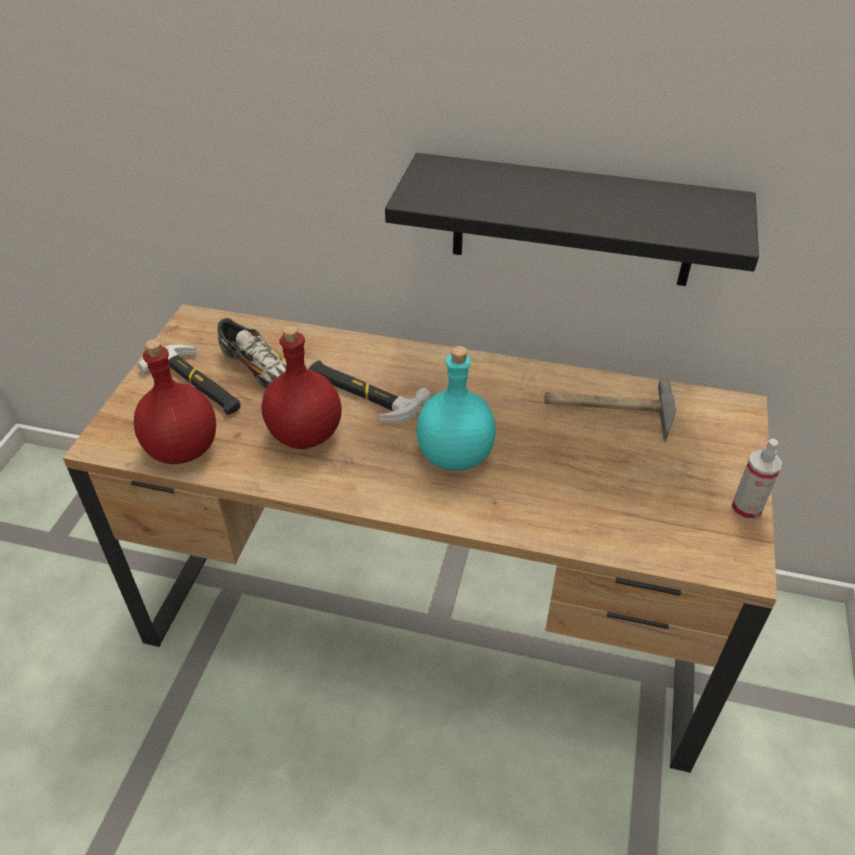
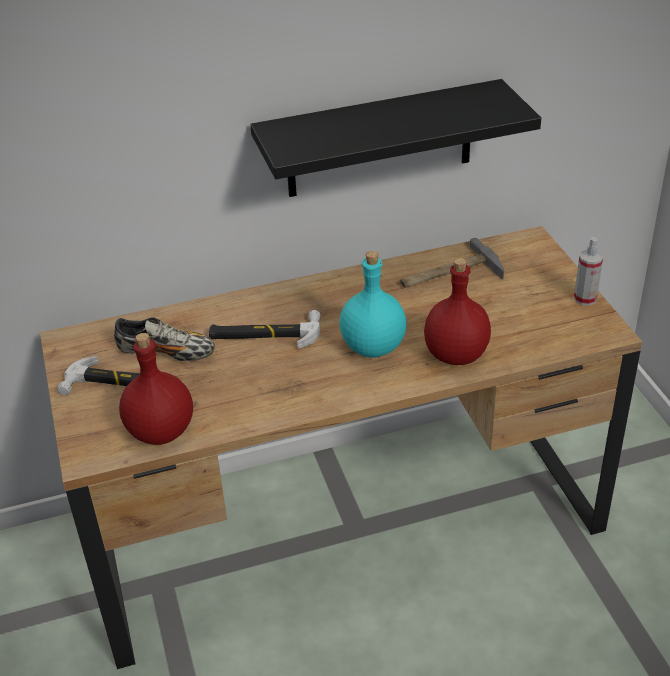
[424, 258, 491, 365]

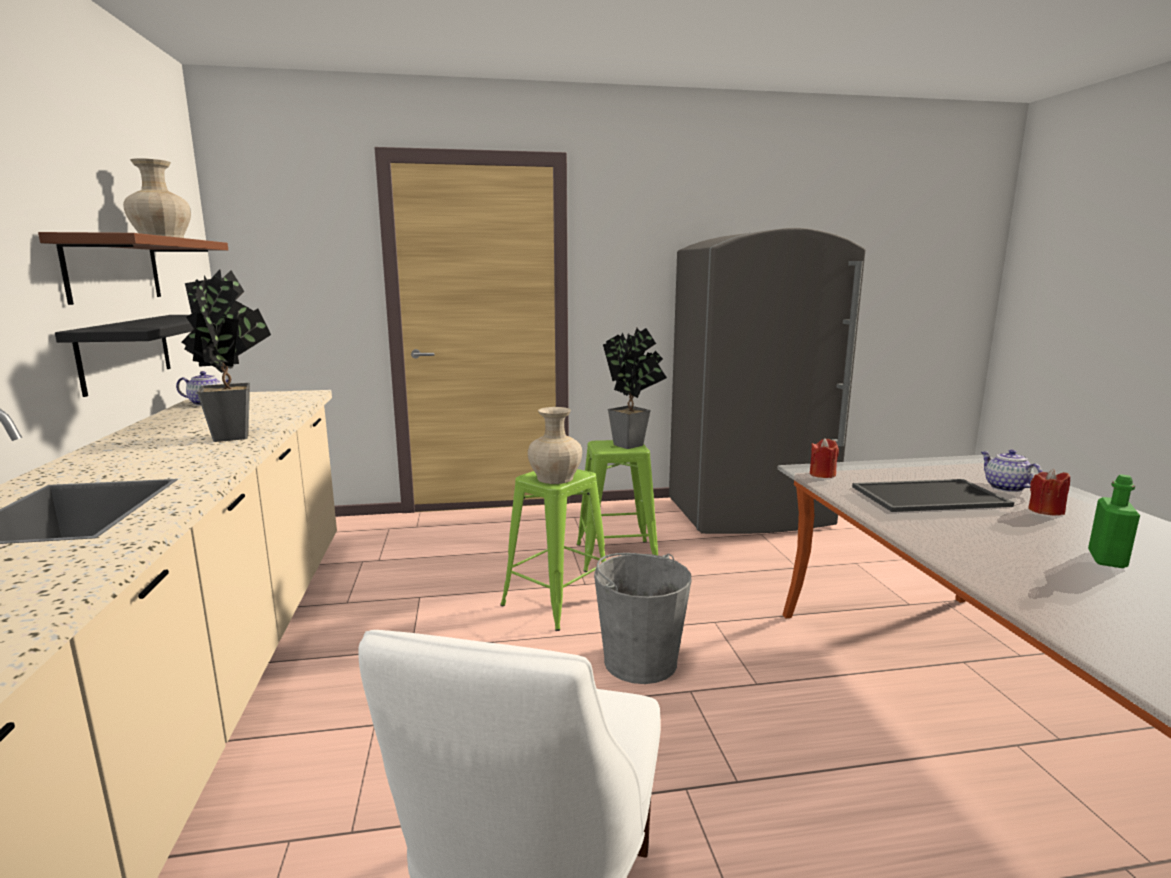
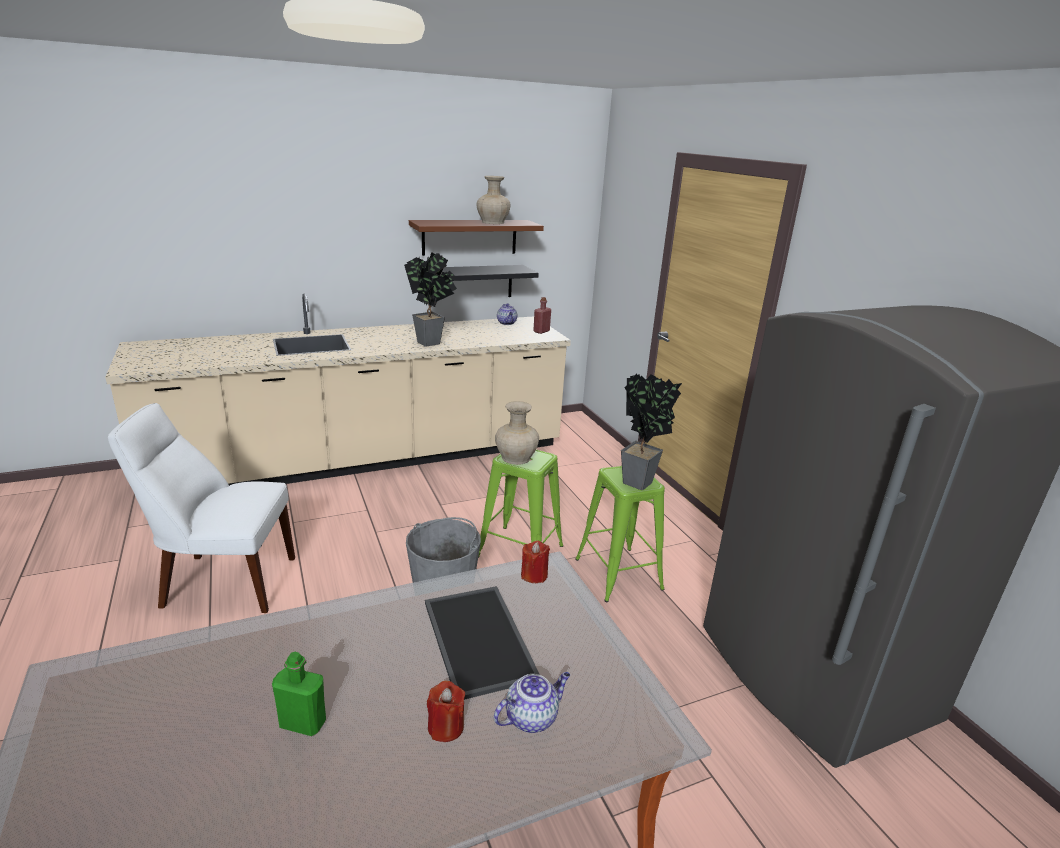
[533, 297, 551, 334]

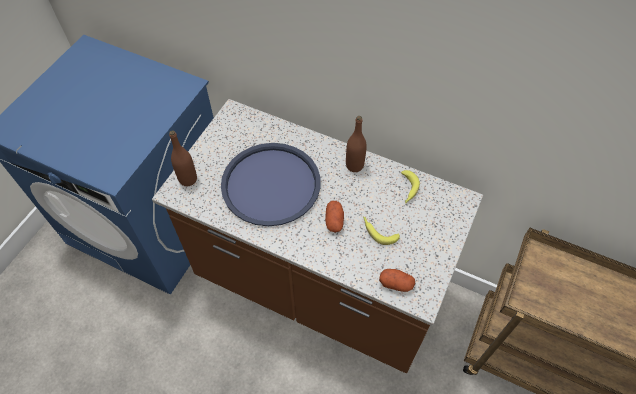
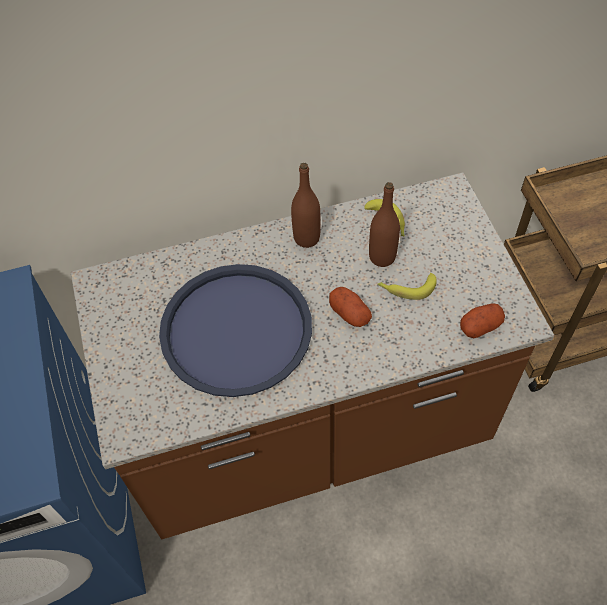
[369, 182, 400, 267]

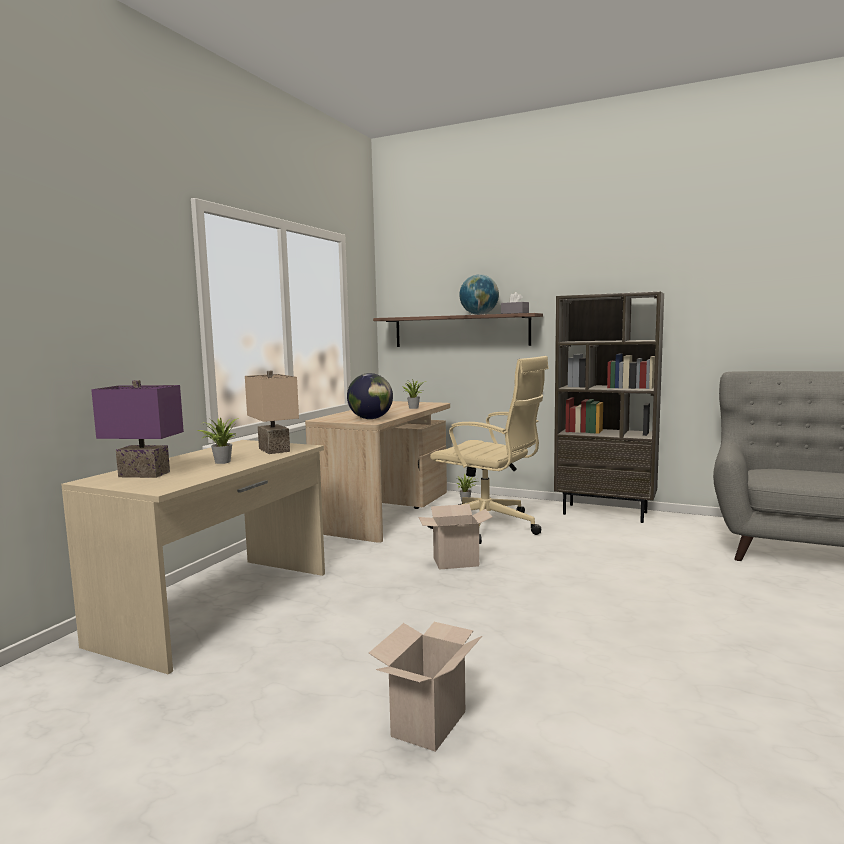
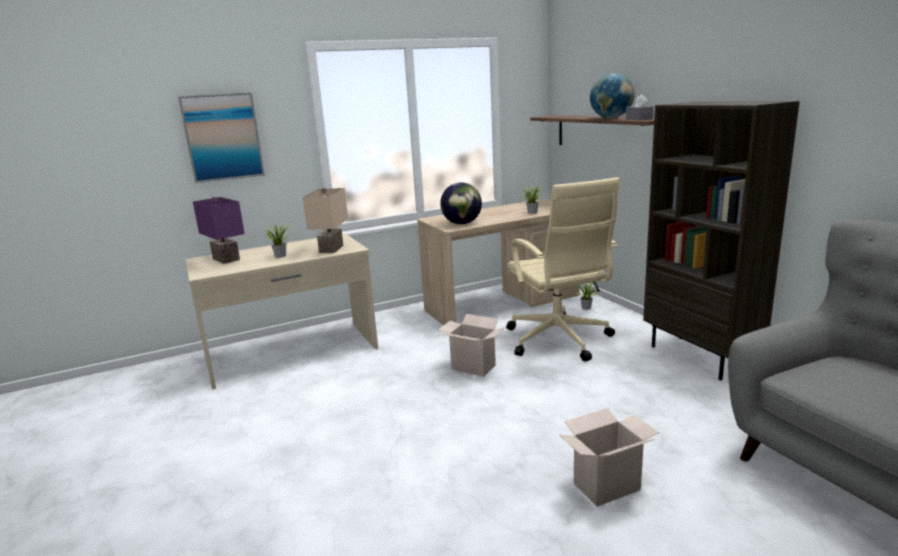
[559, 408, 659, 507]
[178, 93, 265, 183]

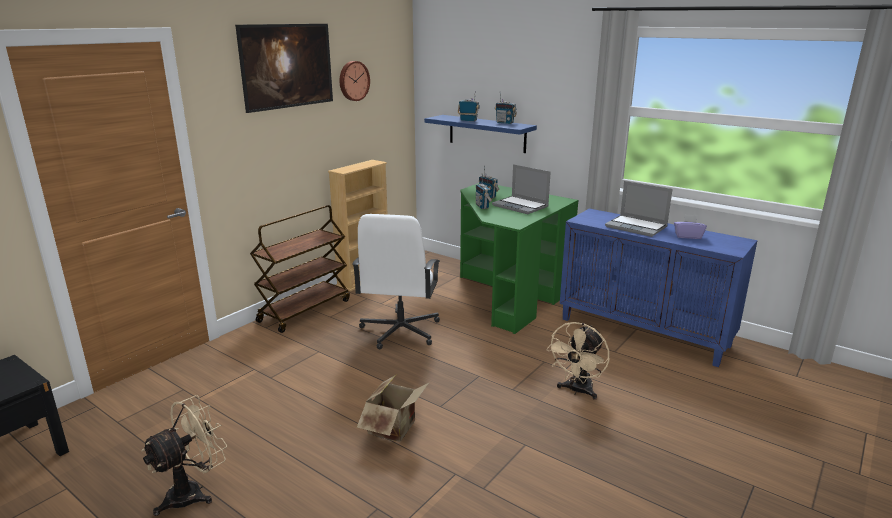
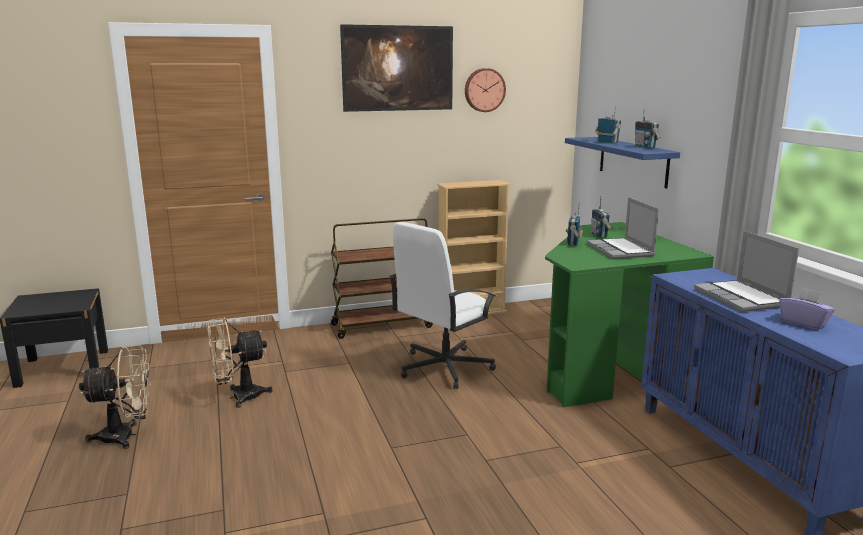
[207, 317, 273, 408]
[357, 375, 430, 442] (first image)

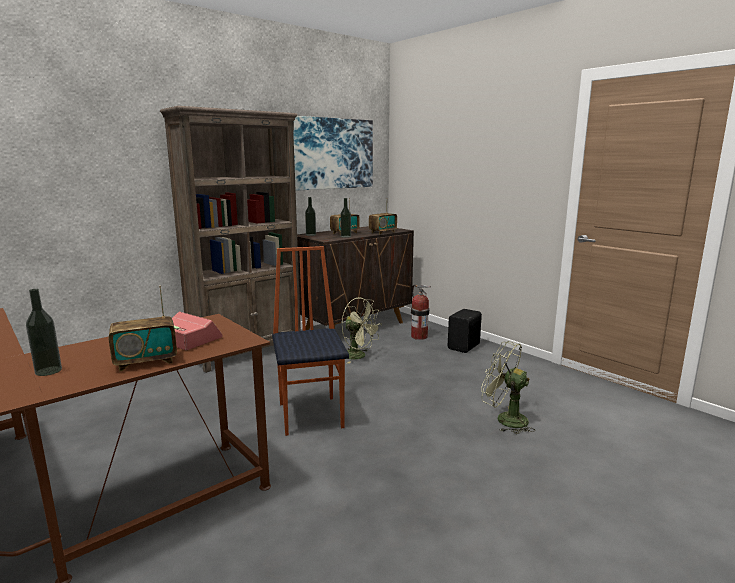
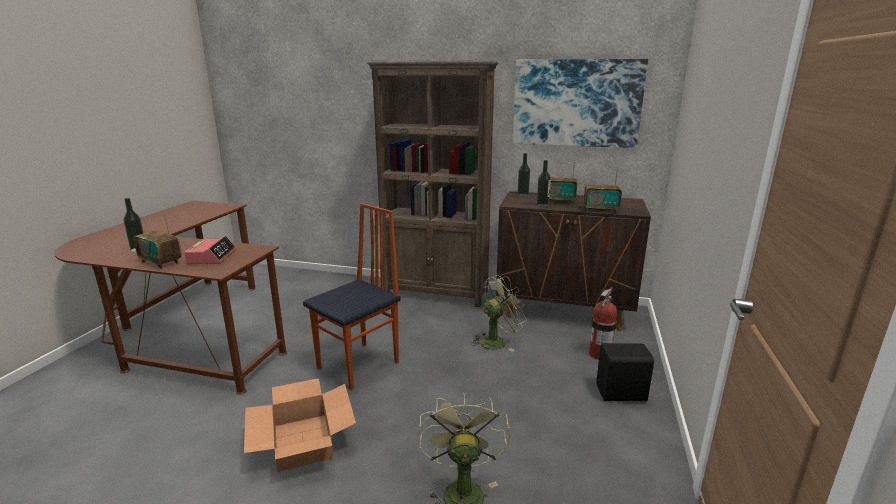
[472, 275, 527, 352]
[244, 378, 356, 472]

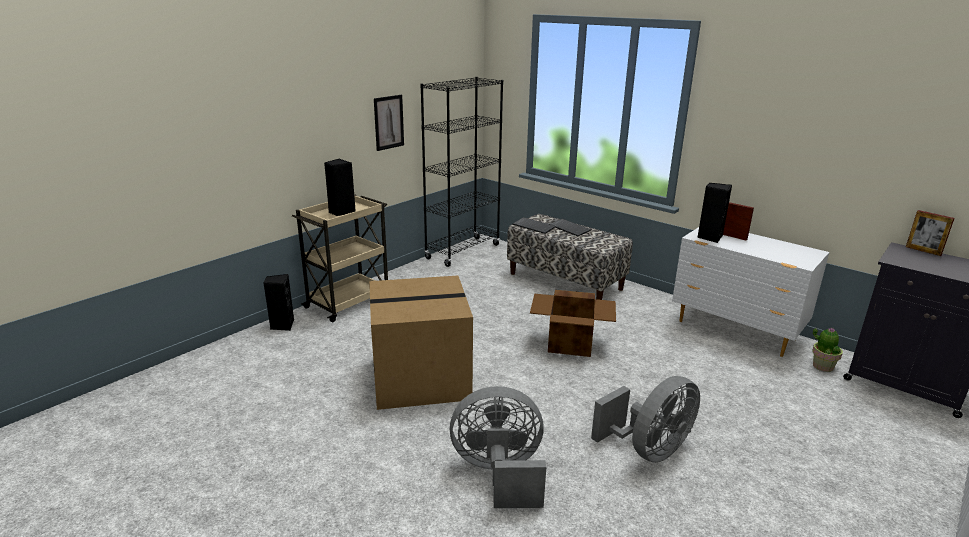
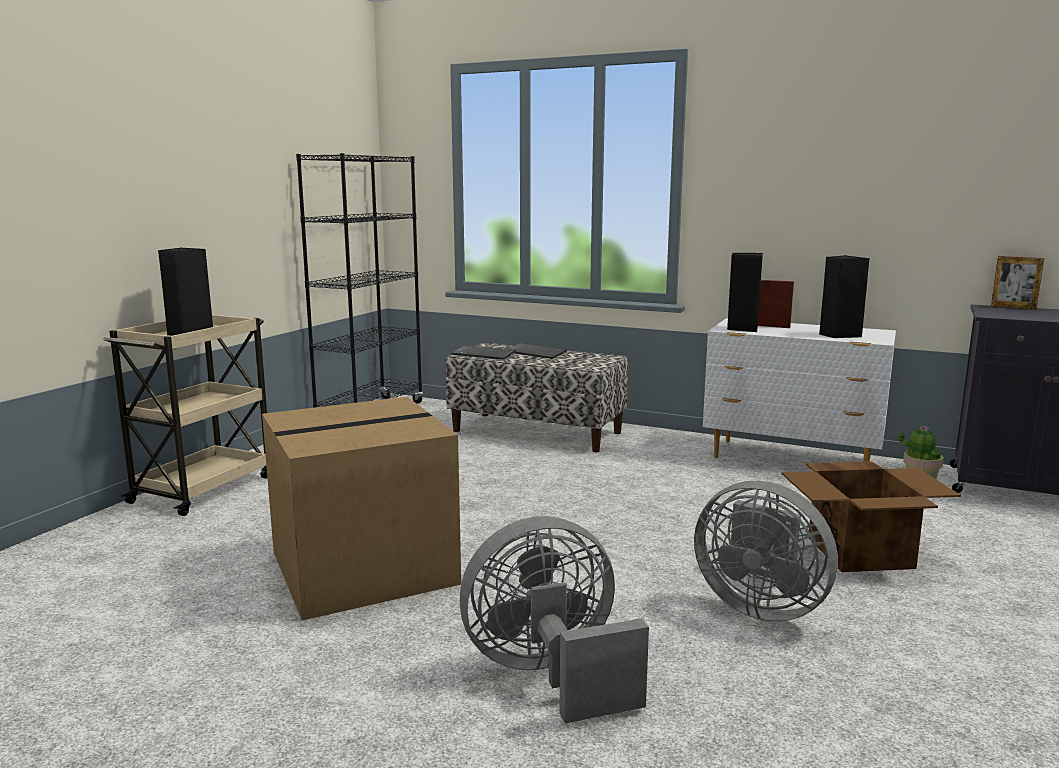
[374, 95, 404, 151] (first image)
[819, 255, 869, 338]
[782, 461, 961, 572]
[694, 481, 838, 622]

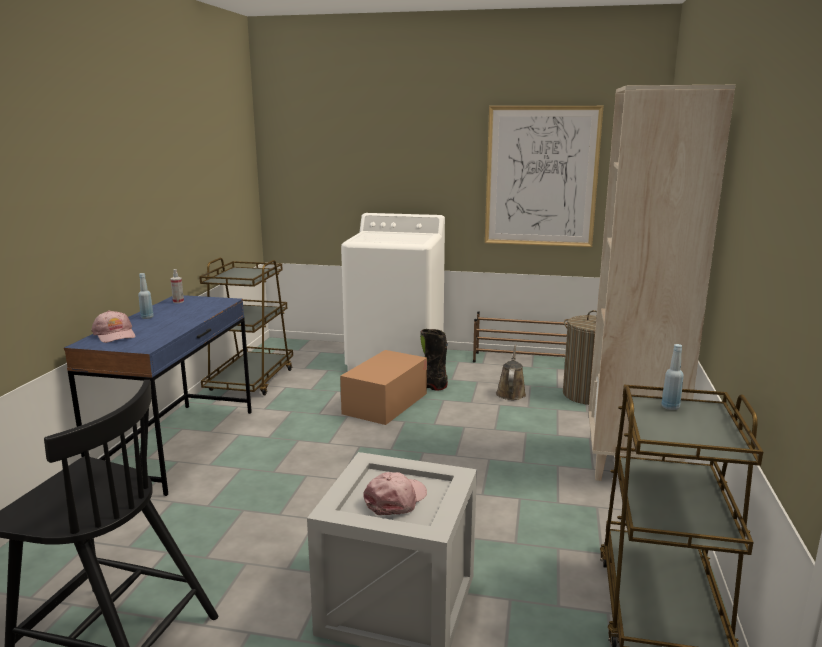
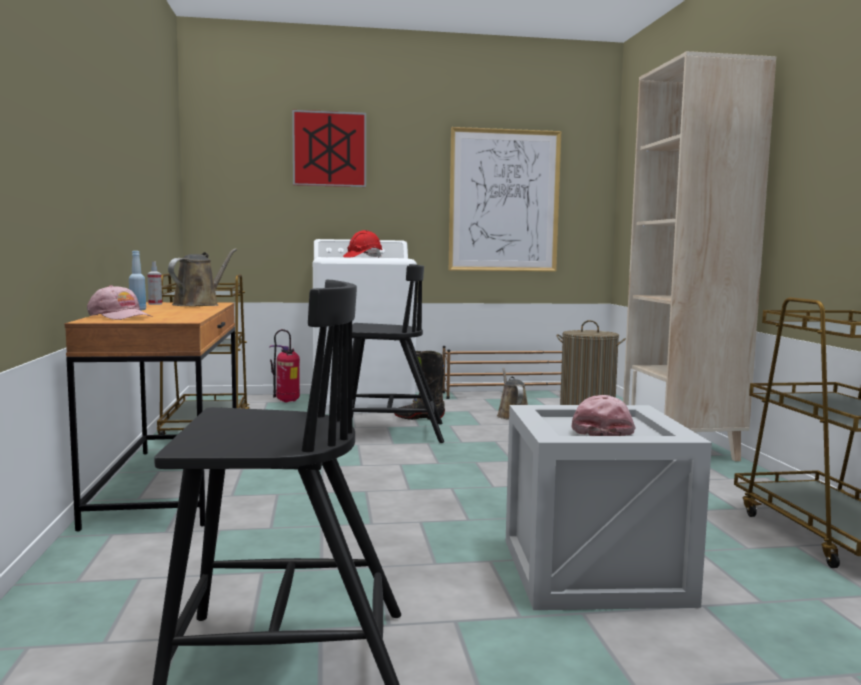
[65, 302, 237, 532]
[661, 344, 684, 410] (first image)
[352, 264, 444, 443]
[292, 110, 366, 187]
[343, 230, 383, 258]
[168, 248, 237, 306]
[269, 329, 300, 403]

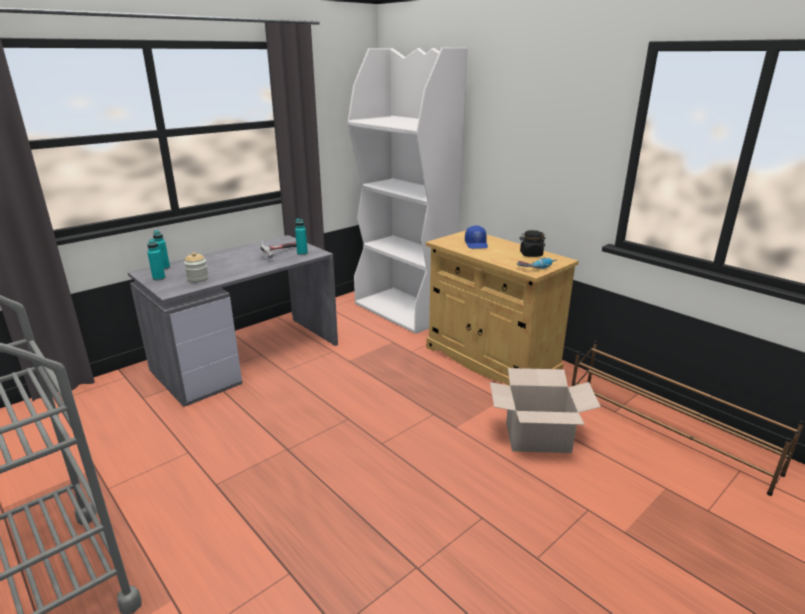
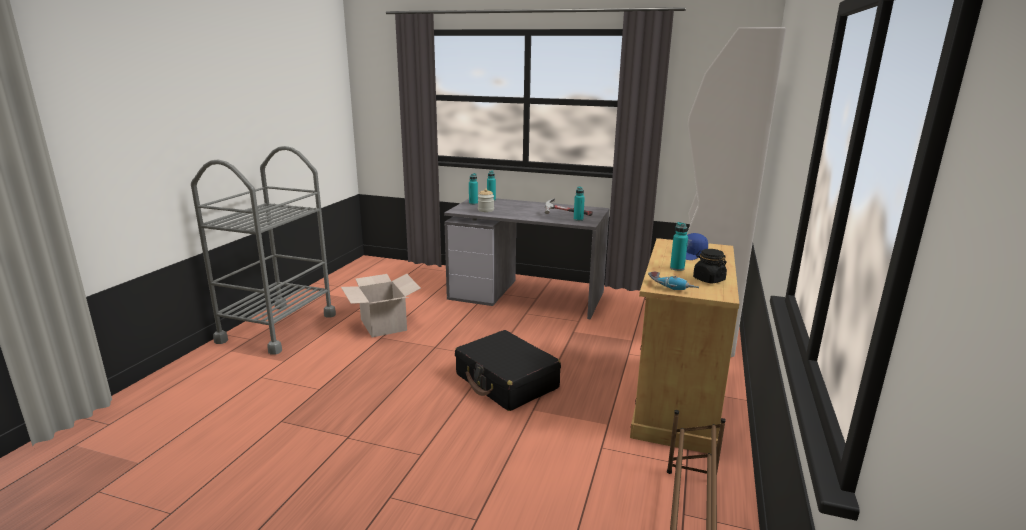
[341, 274, 421, 337]
[670, 222, 688, 271]
[455, 330, 561, 411]

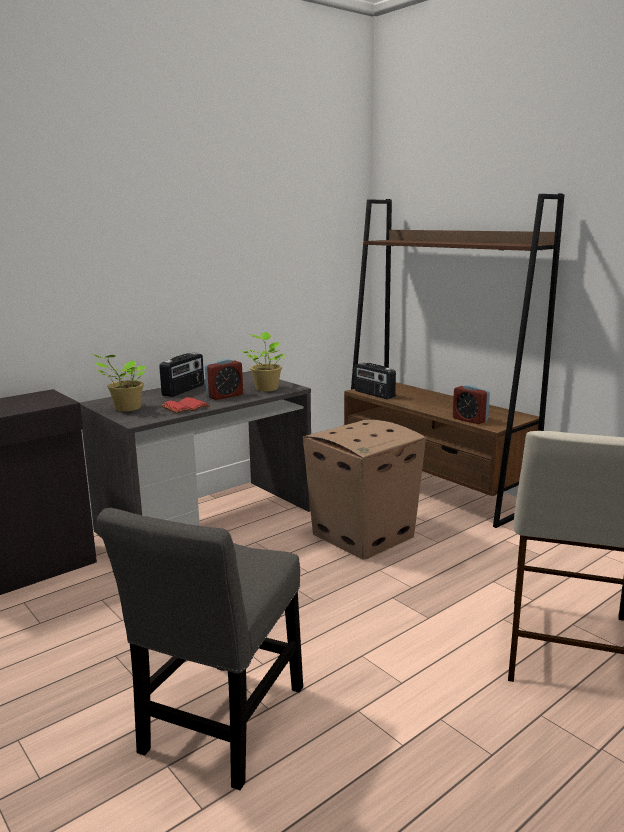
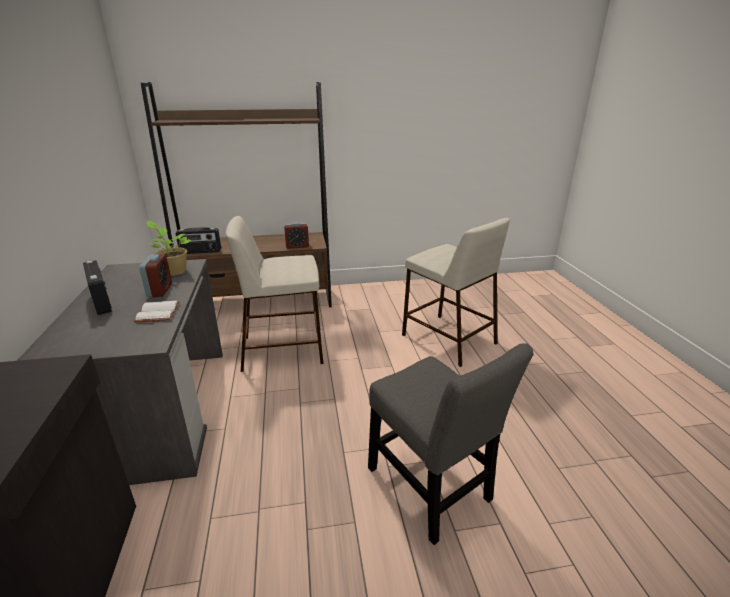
[92, 354, 146, 412] (first image)
[134, 301, 179, 323]
[225, 216, 324, 372]

